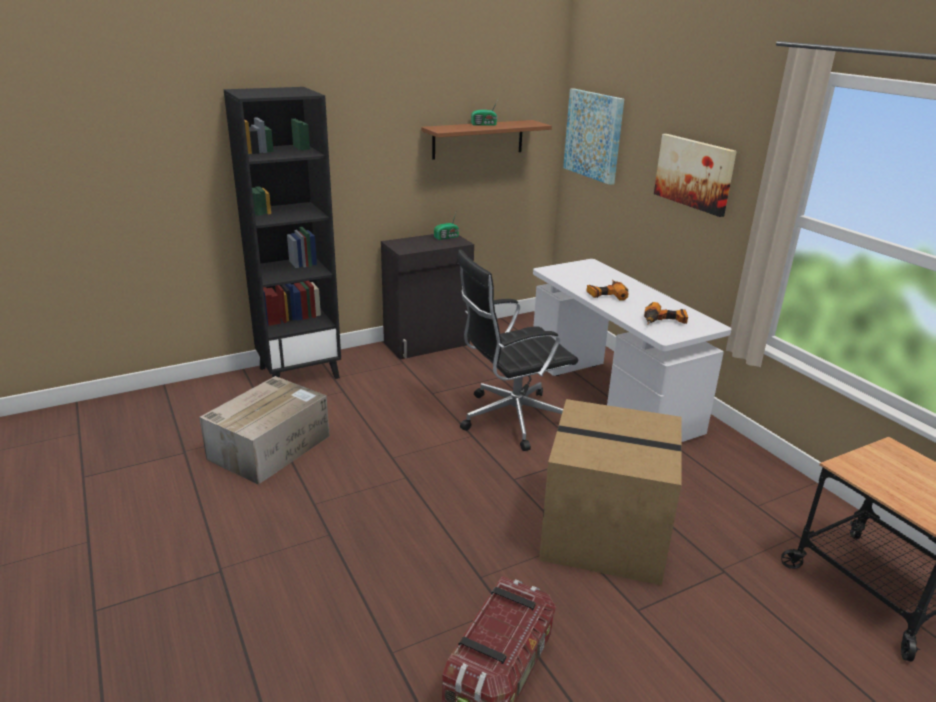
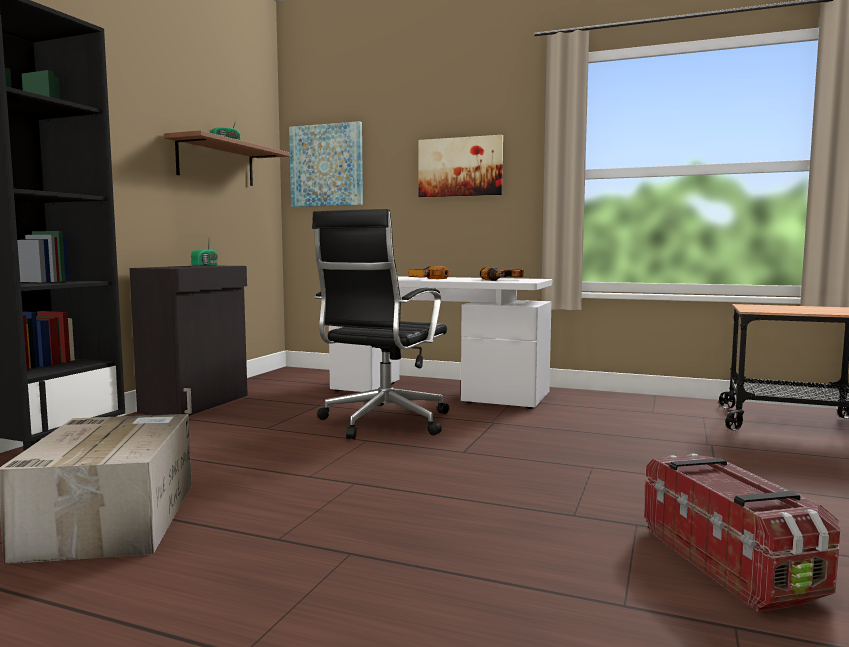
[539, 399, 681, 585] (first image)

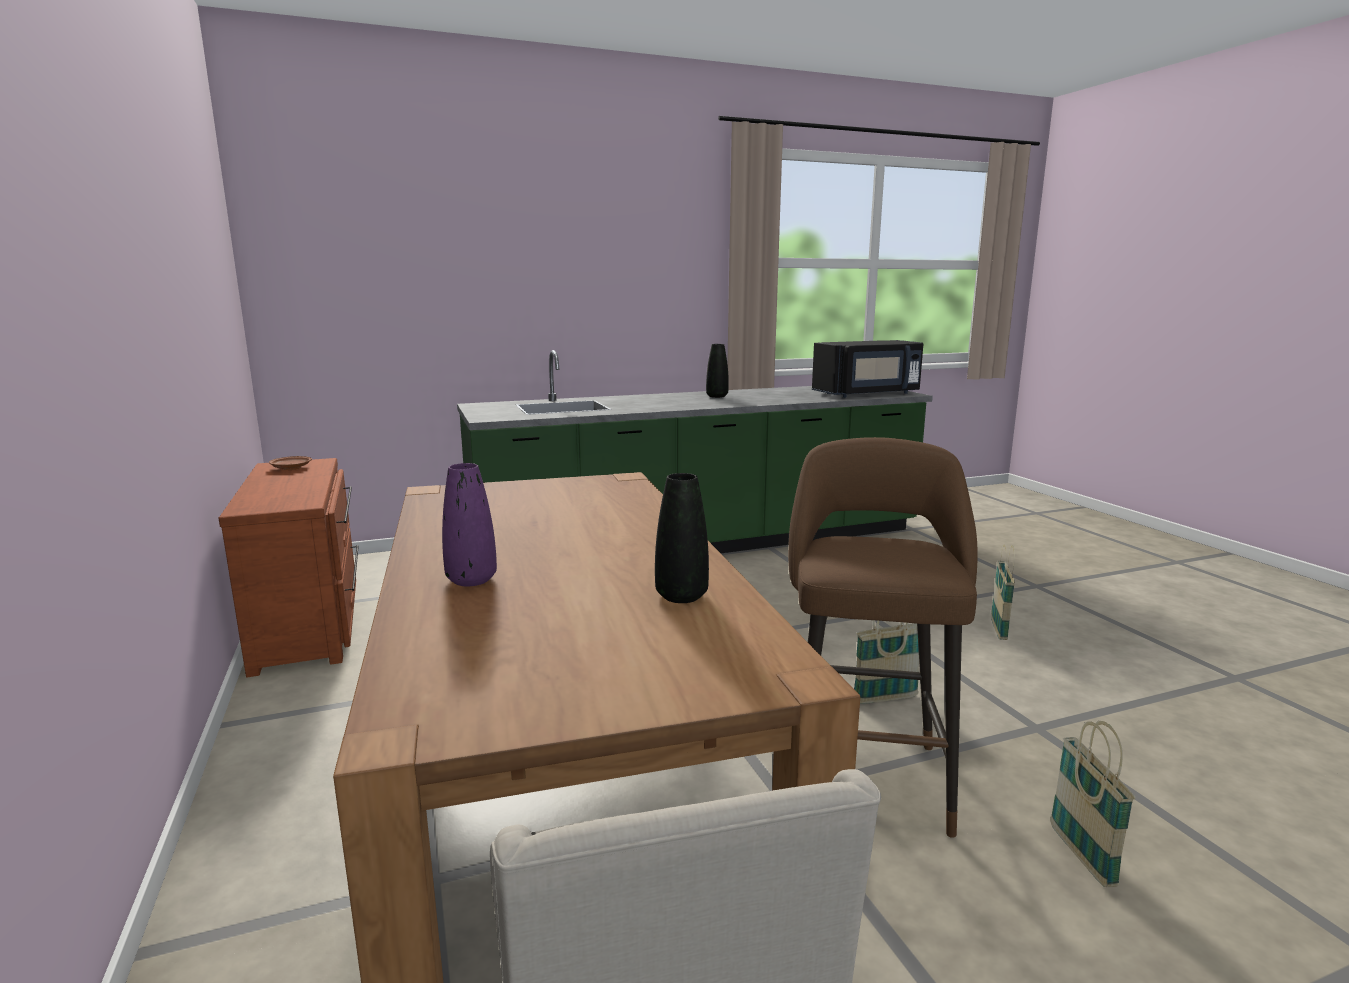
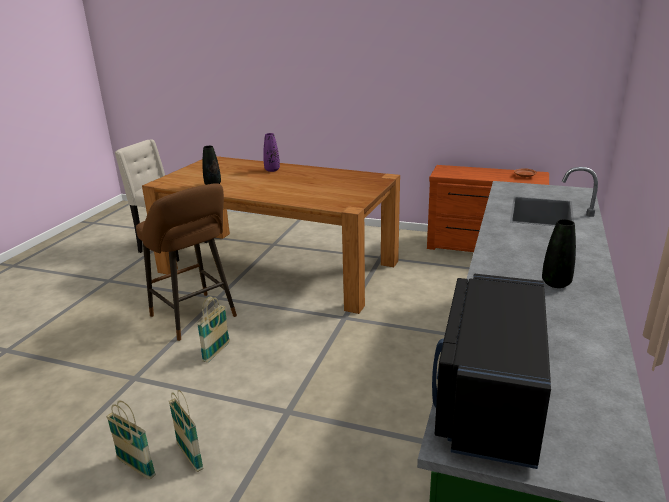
[106, 401, 156, 480]

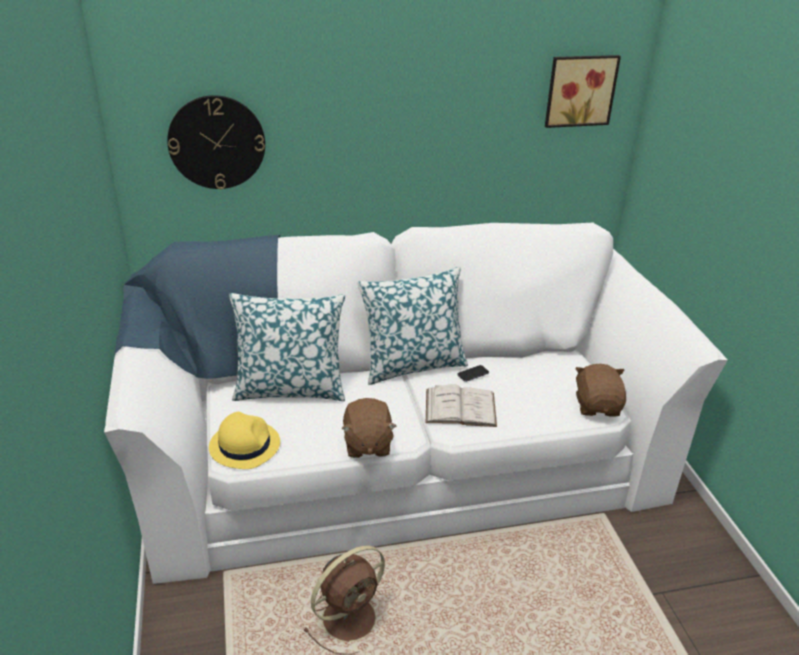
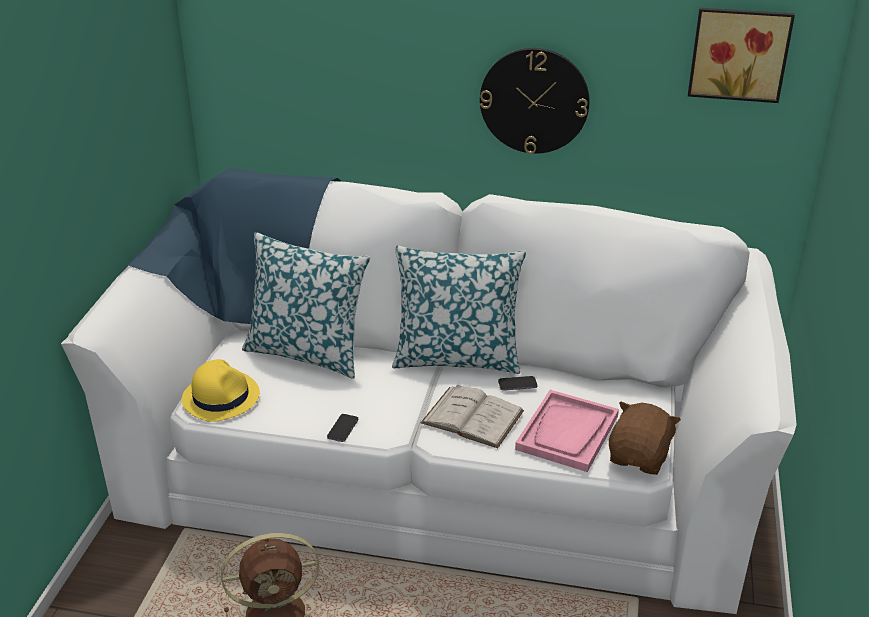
[480, 48, 590, 154]
[327, 414, 358, 442]
[515, 390, 619, 472]

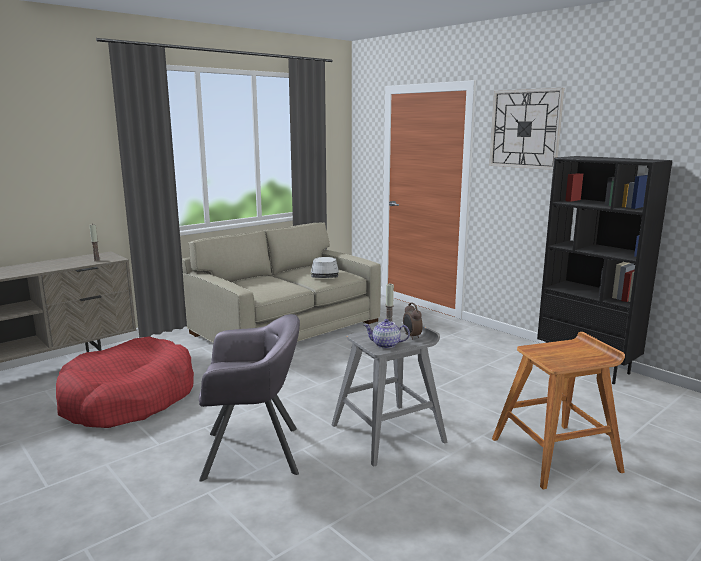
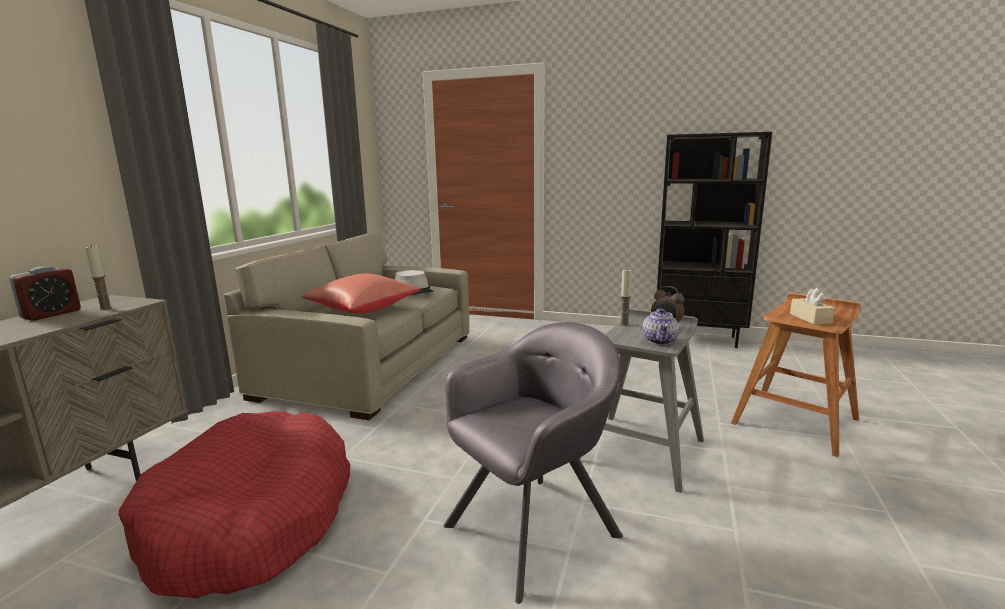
[489, 88, 564, 170] (first image)
[643, 308, 679, 345]
[9, 266, 81, 321]
[301, 273, 420, 313]
[790, 288, 835, 325]

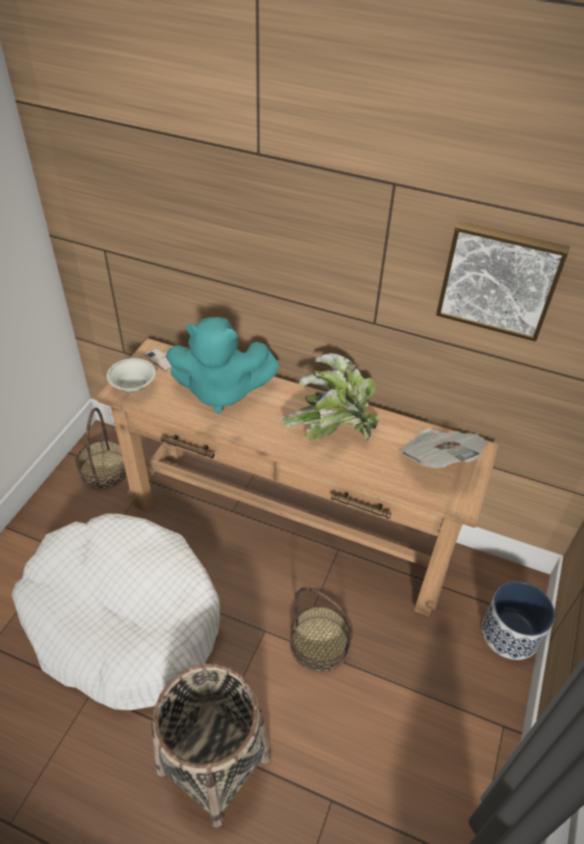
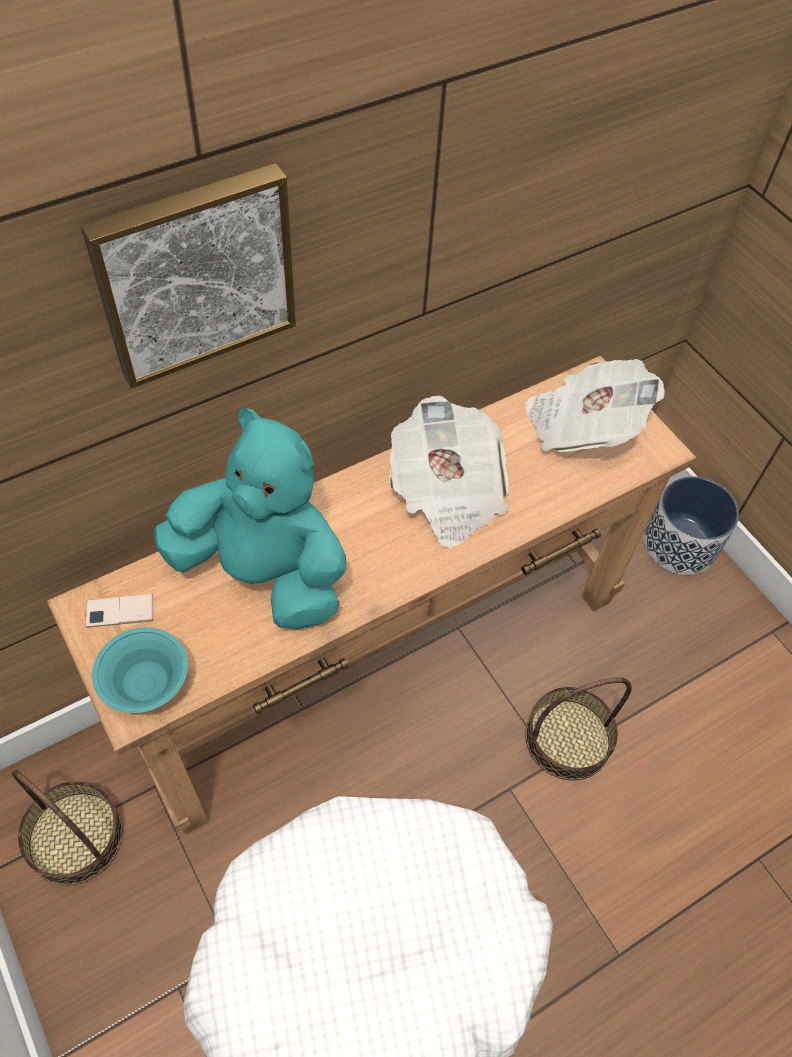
[81, 163, 296, 388]
[153, 408, 346, 629]
[389, 396, 509, 548]
[92, 627, 188, 713]
[151, 664, 271, 828] (first image)

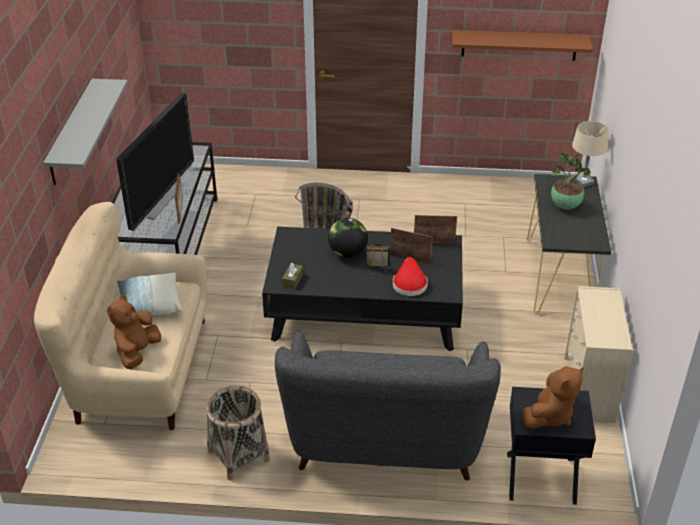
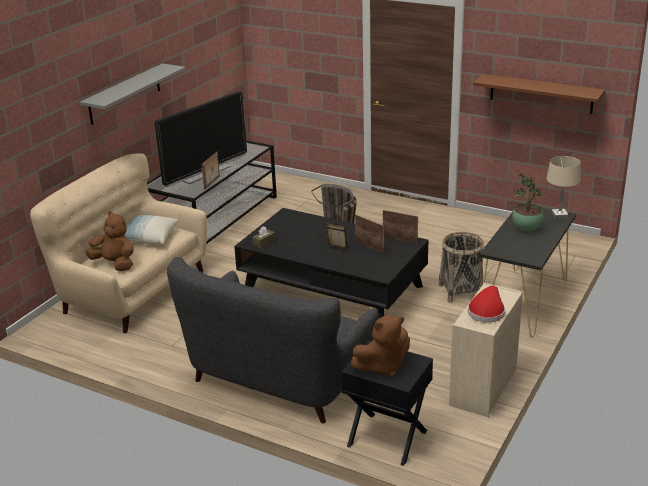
[328, 218, 368, 258] (first image)
[468, 286, 505, 323]
[85, 211, 134, 271]
[439, 232, 484, 303]

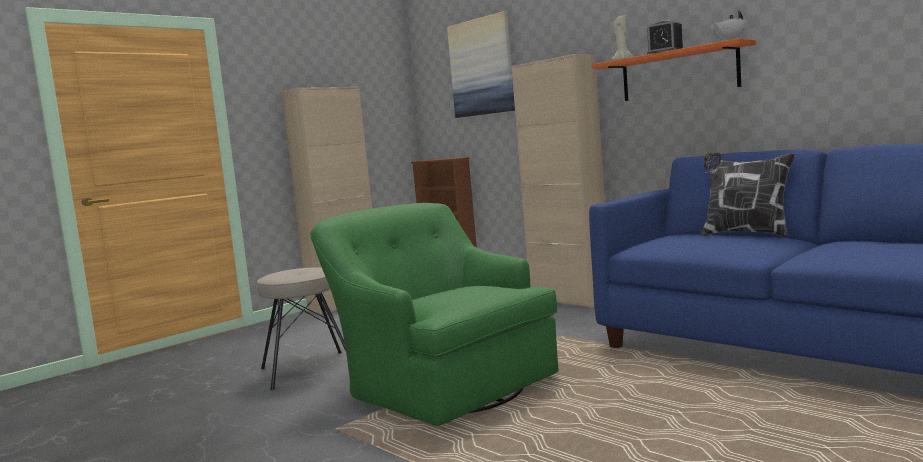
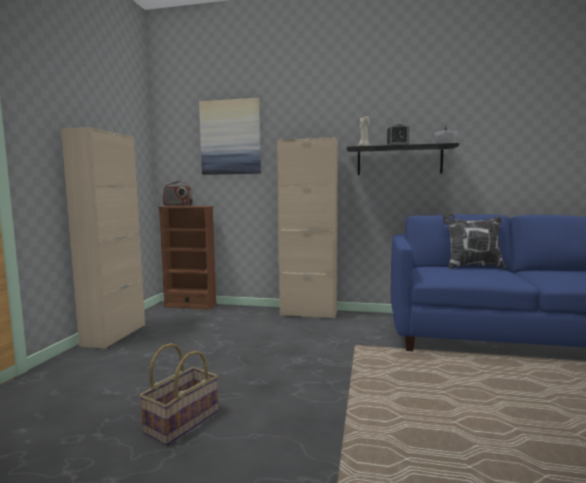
[347, 143, 459, 175]
[310, 203, 558, 426] (first image)
[139, 343, 218, 446]
[163, 181, 193, 206]

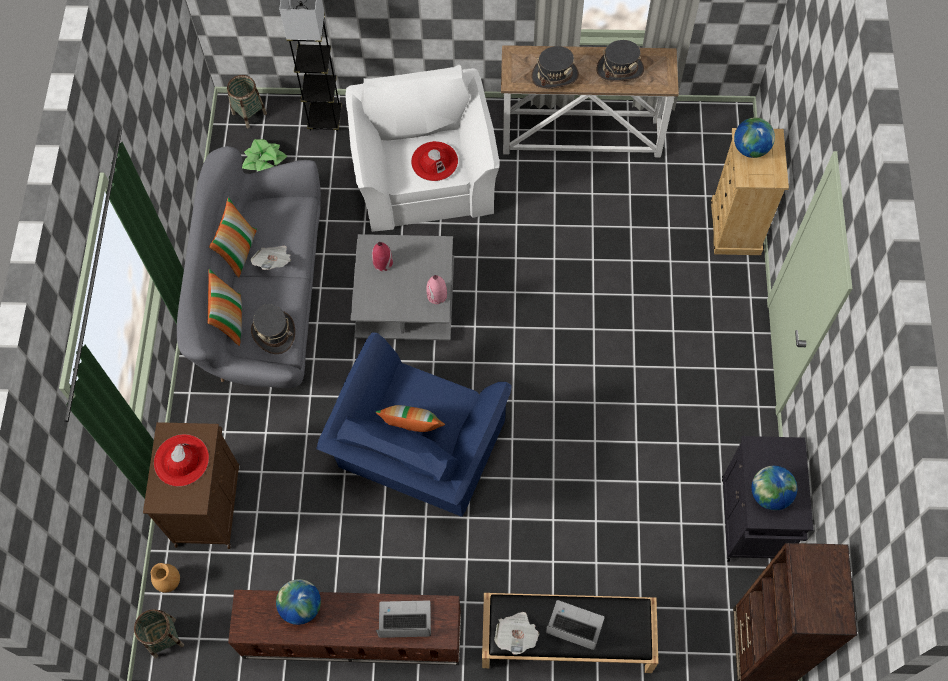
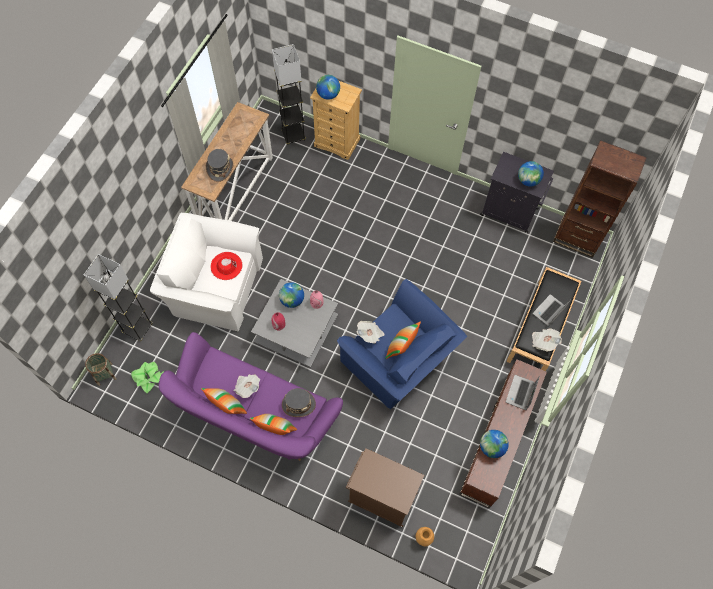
[597, 40, 644, 82] (first image)
[159, 332, 343, 461]
[154, 434, 209, 487] (first image)
[134, 609, 184, 658] (first image)
[272, 44, 306, 145]
[279, 282, 304, 308]
[356, 321, 385, 344]

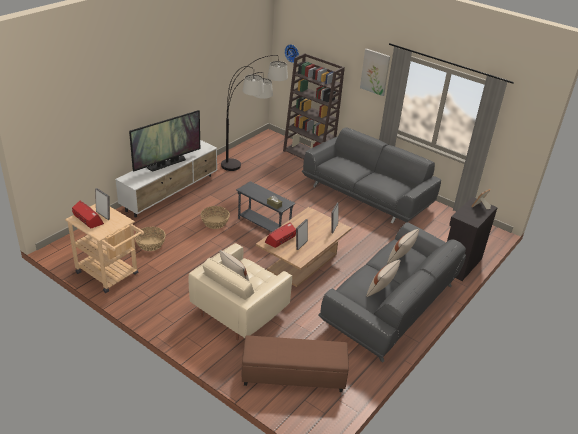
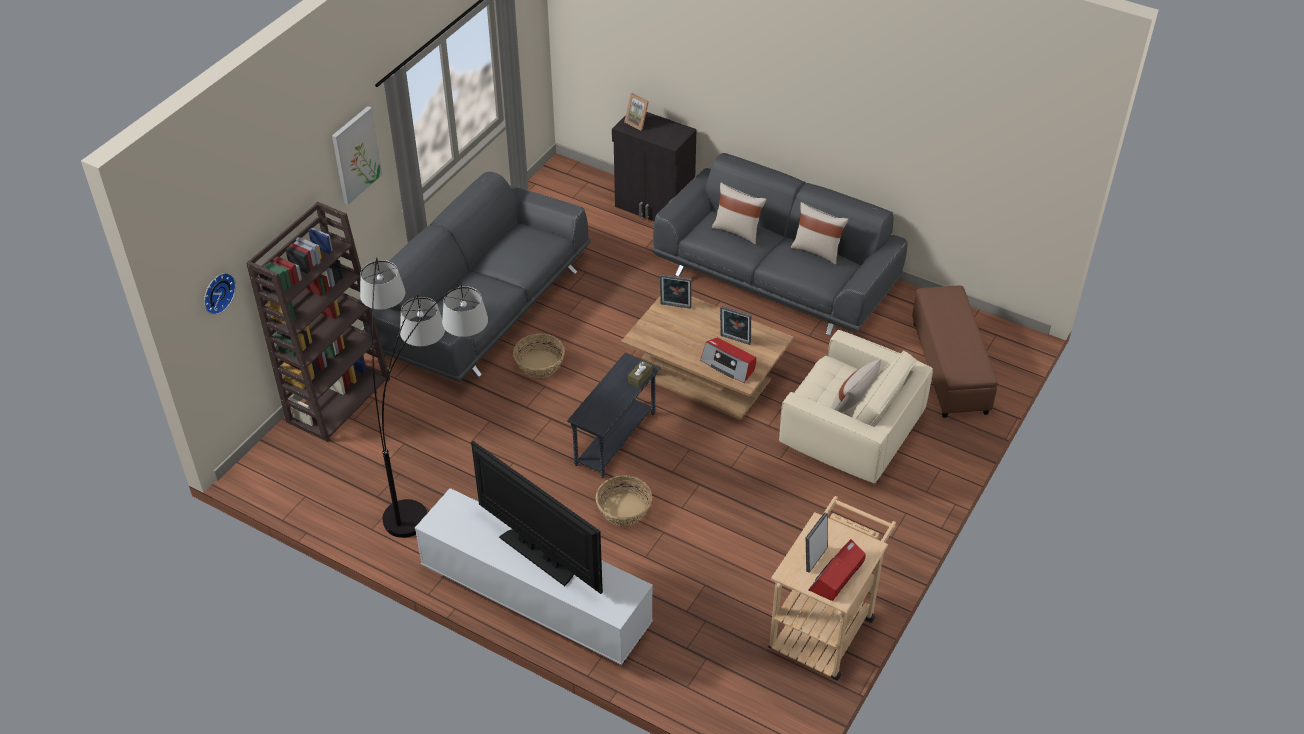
[513, 334, 565, 378]

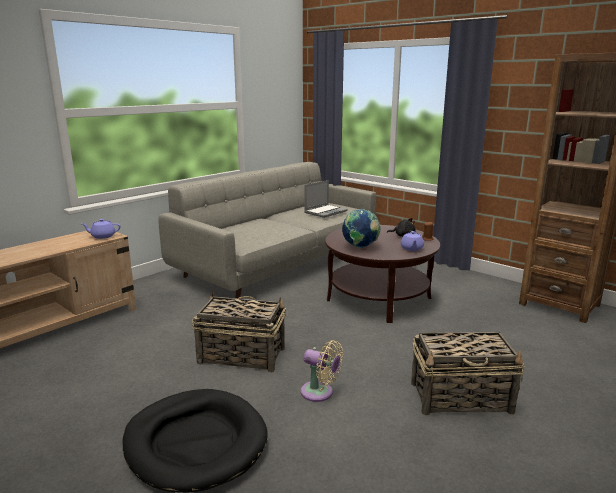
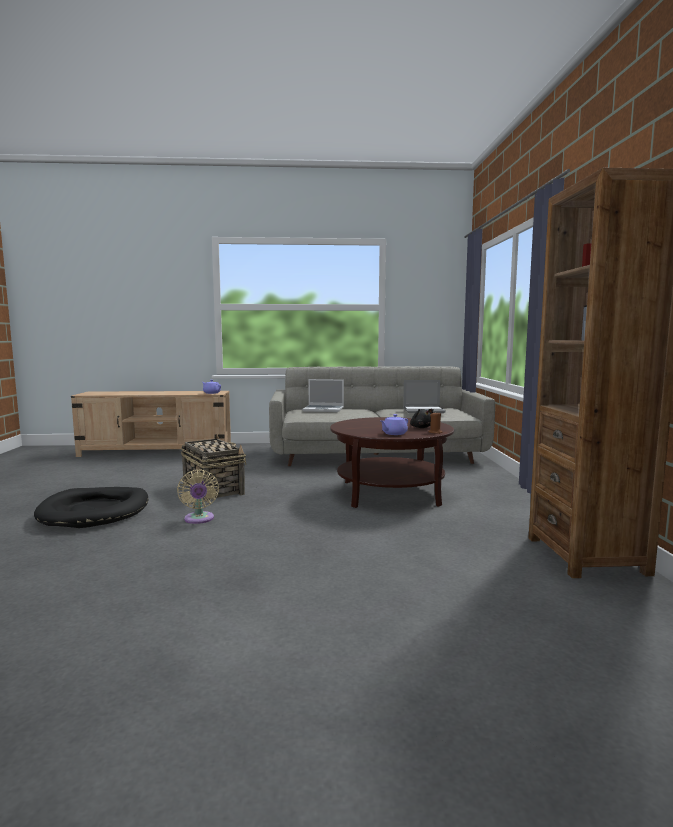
[342, 209, 381, 248] (first image)
[411, 332, 525, 415] (first image)
[303, 379, 344, 412]

